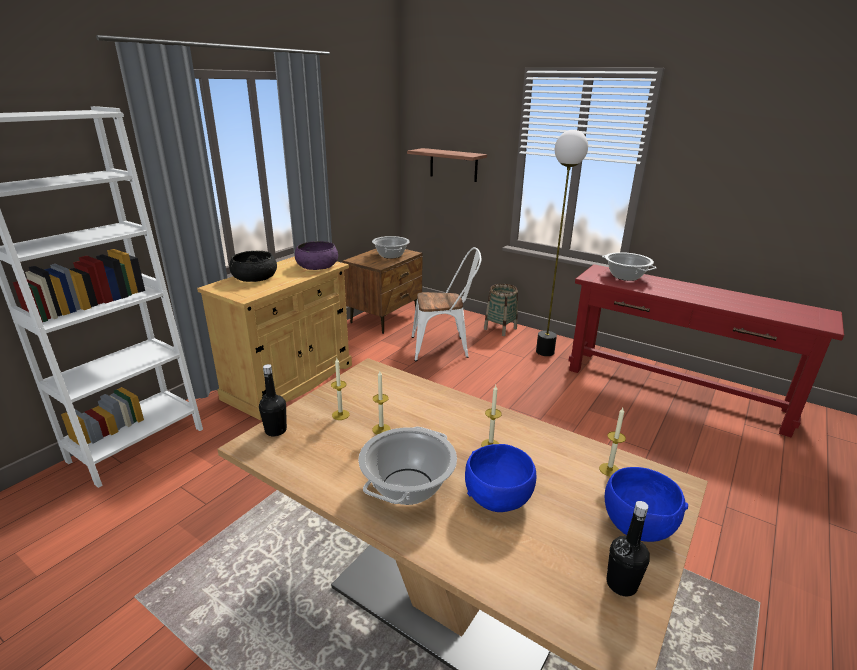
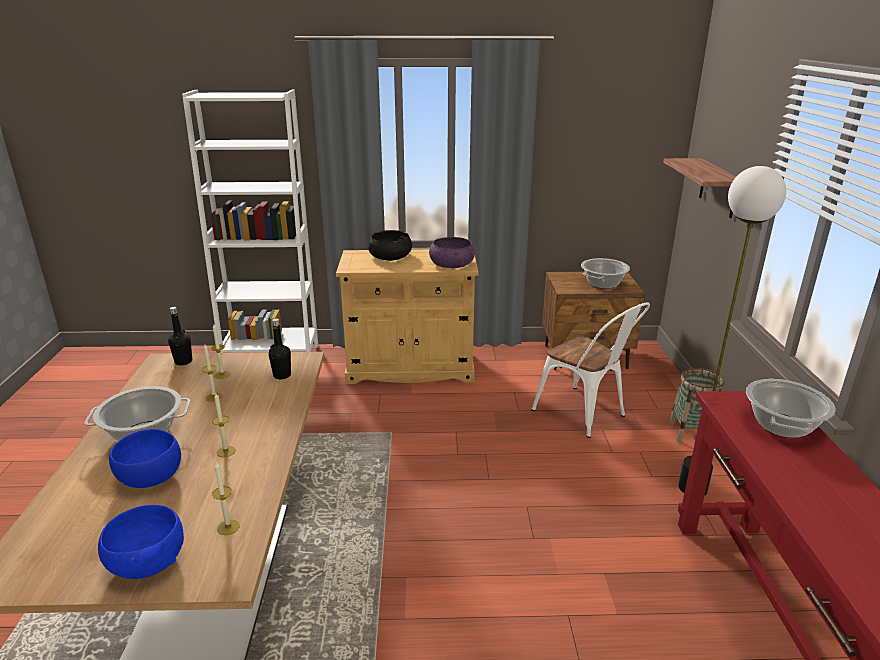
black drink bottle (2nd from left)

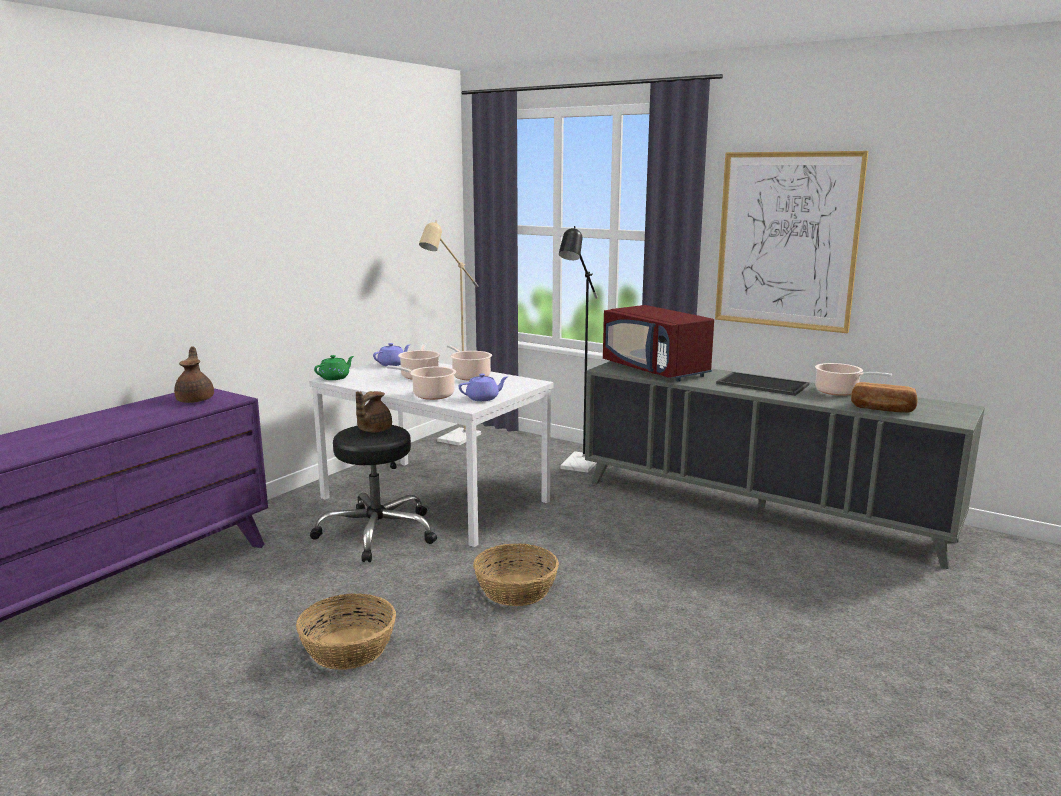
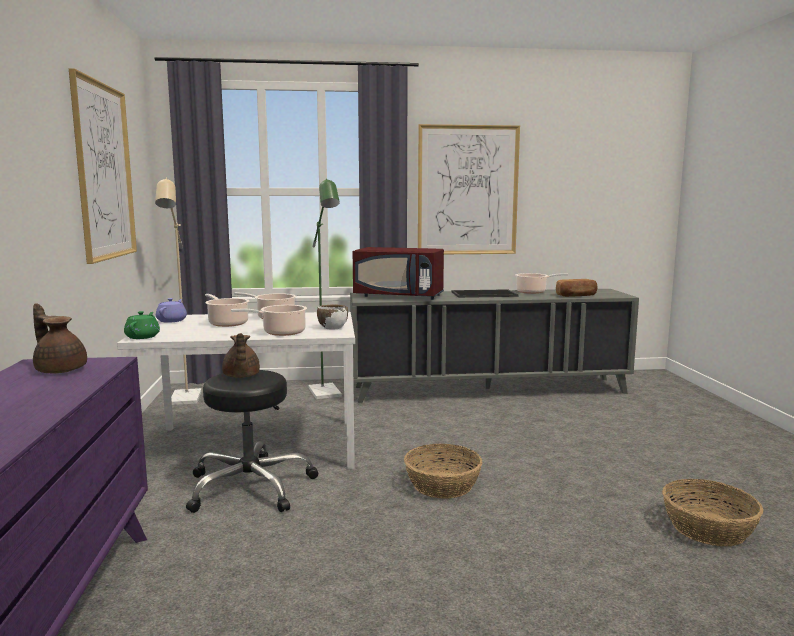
greenish floor lamp
white-coloured deep dish
basket (2nd from left)
picture (1st from left)

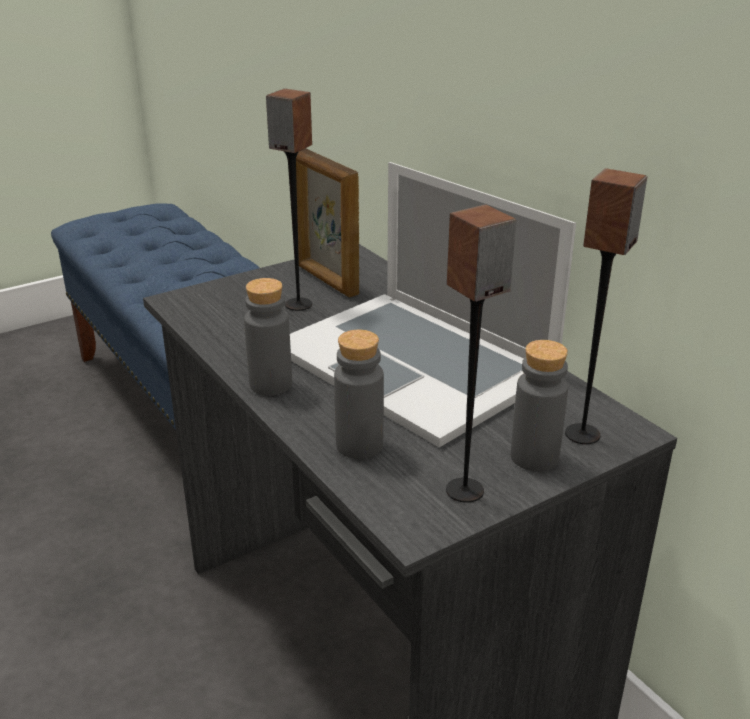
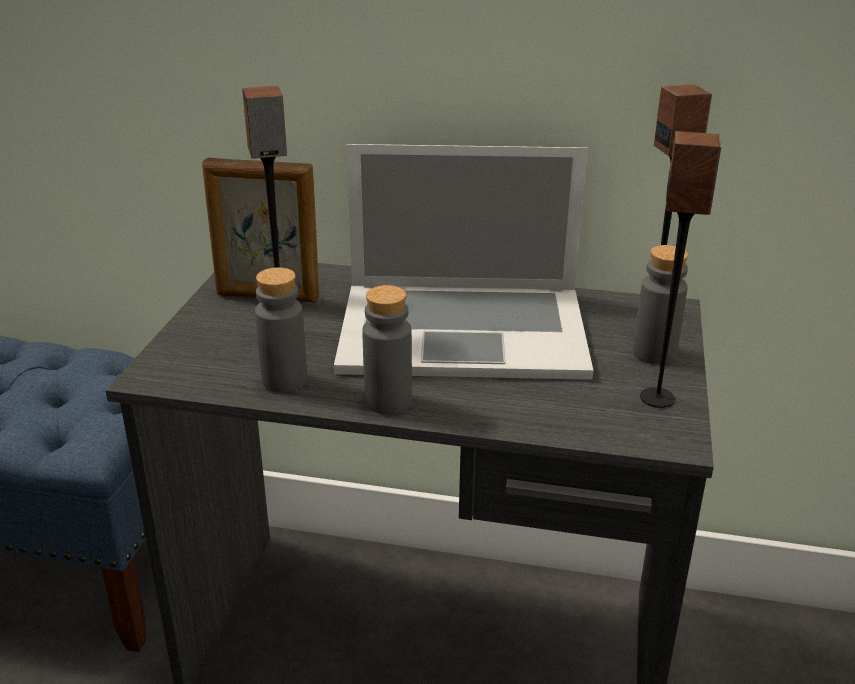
greyish drink bottle (1st from left)

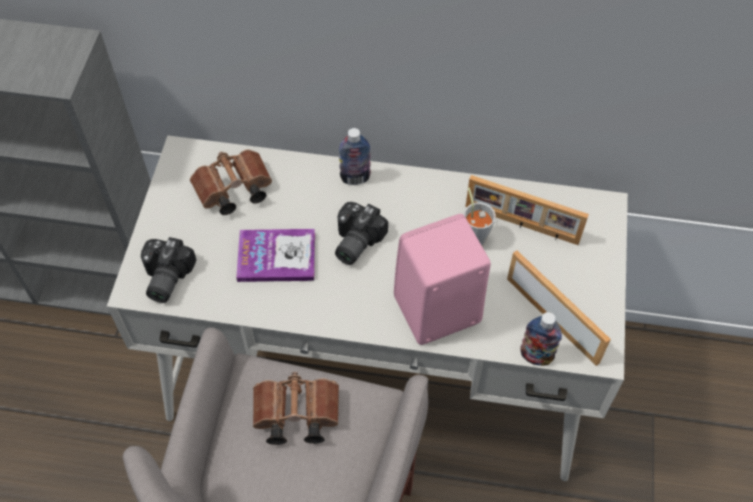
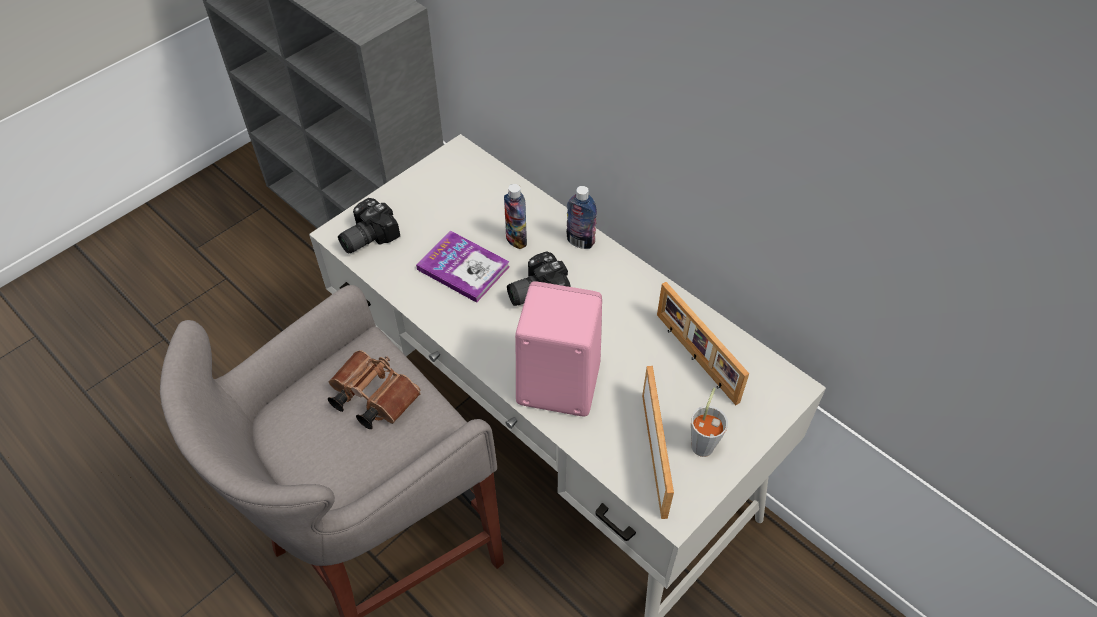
brown-coloured binoculars (1st from left in the first image)
greyish drinking cup
drink bottle (1st from left)

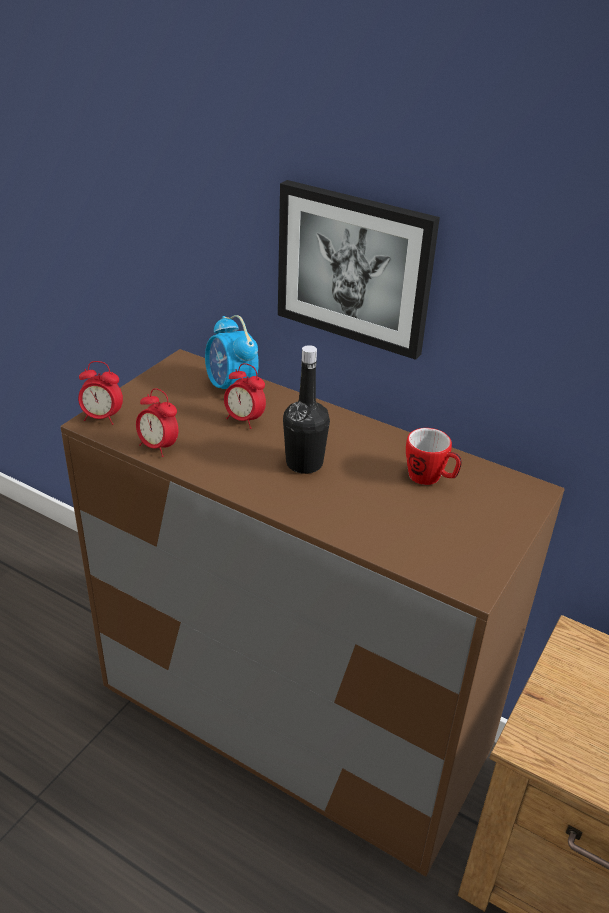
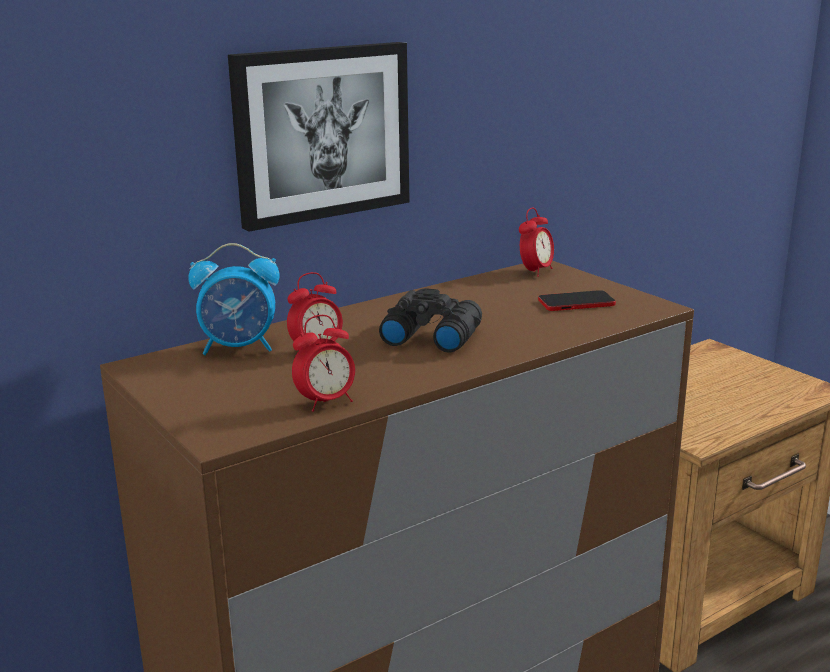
black binoculars
table clock (4th from left)
coffee mug
phone

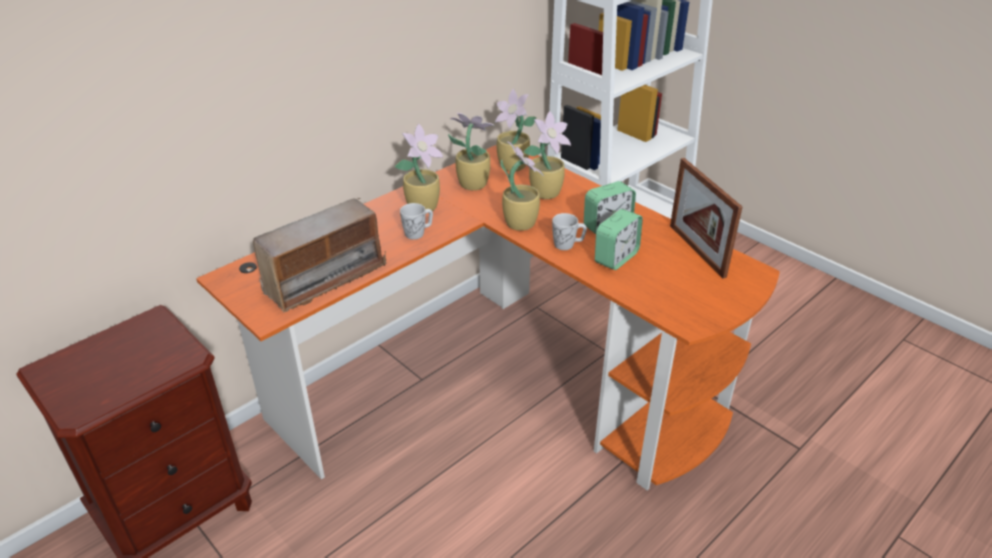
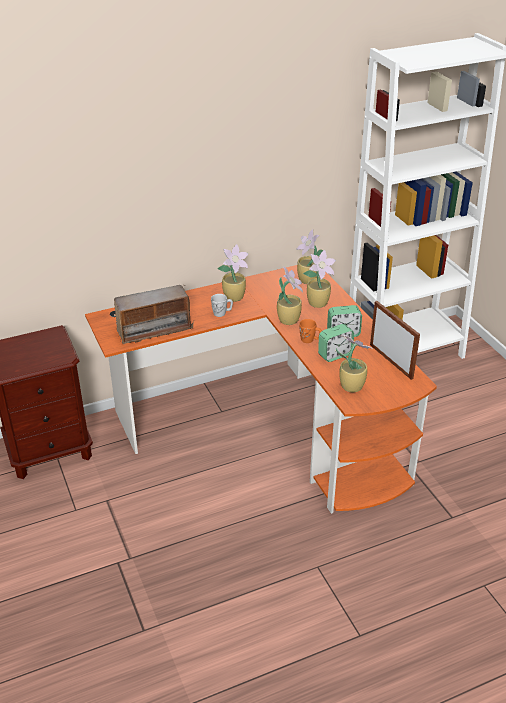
potted plant (5th from left)
picture frame
orange coffee mug

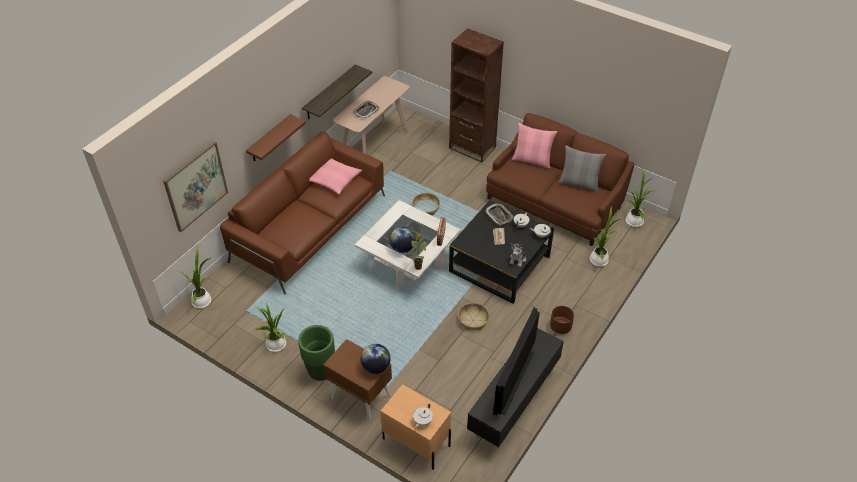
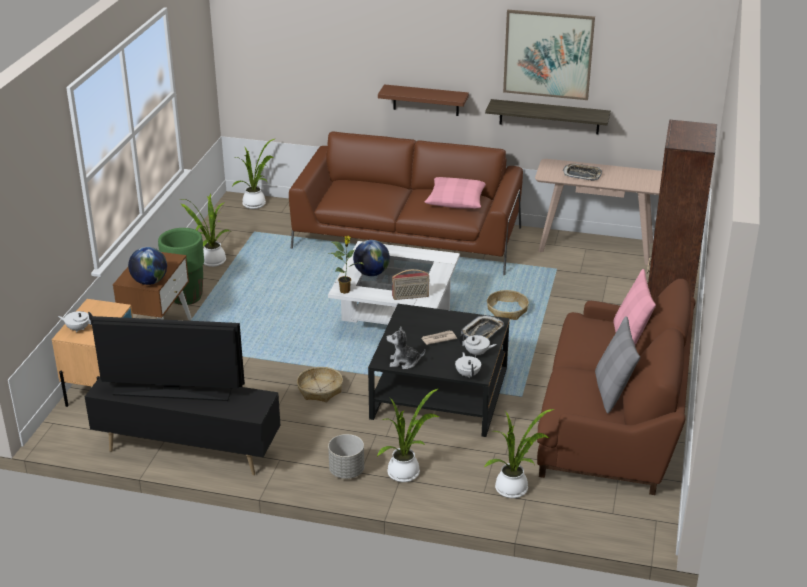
picture
potted plant (4th from left)
greyish flower pot

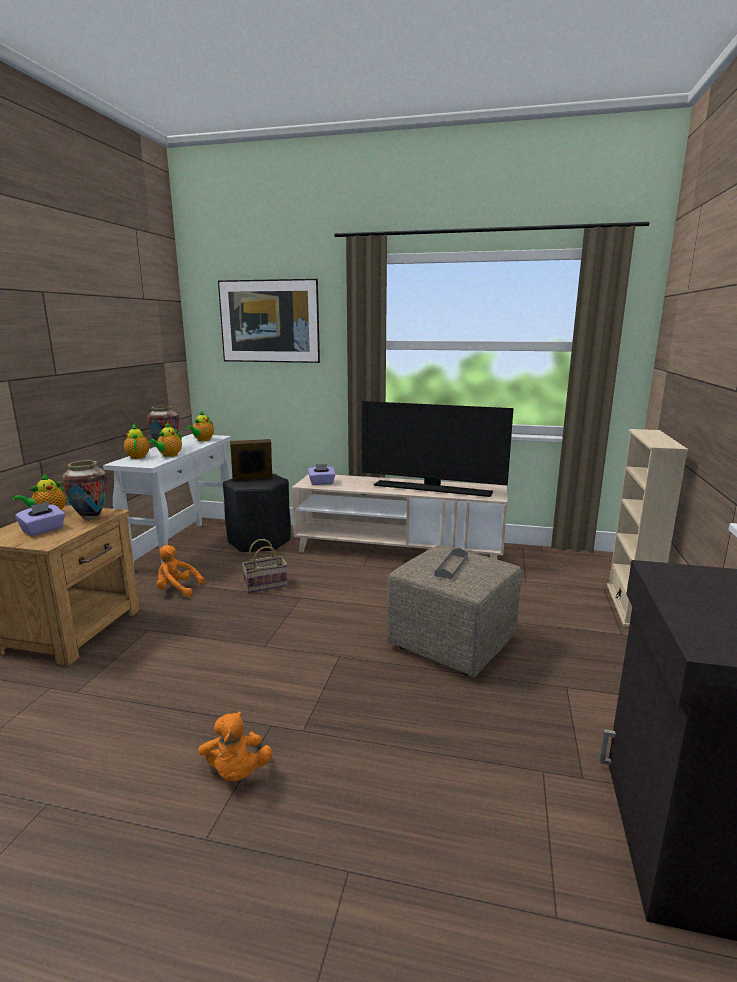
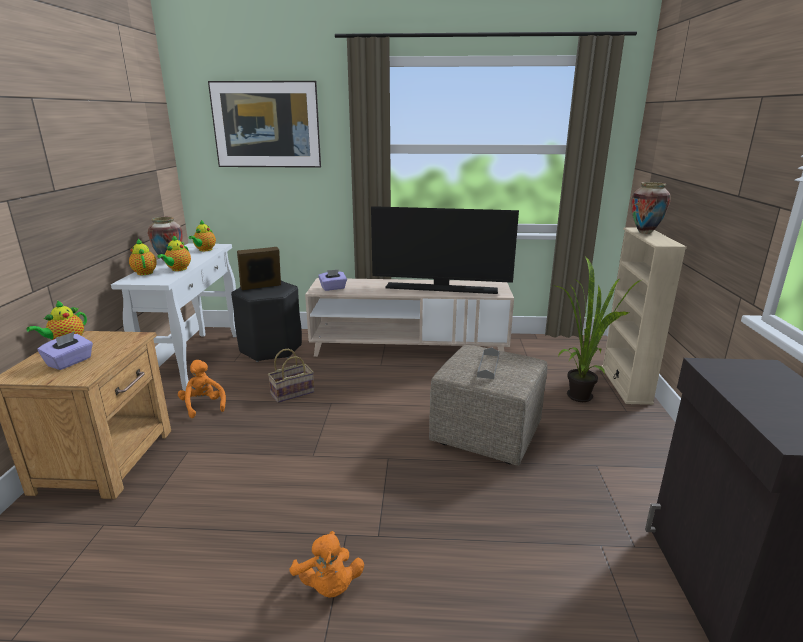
vase (2nd from left)
orange soft toy (1st from left)
potted plant

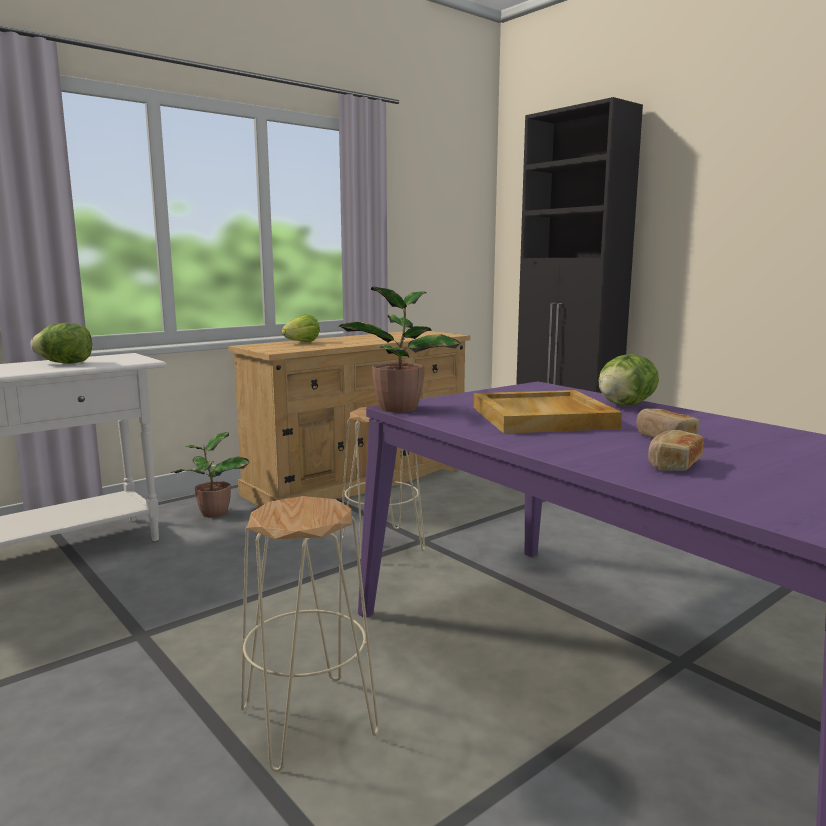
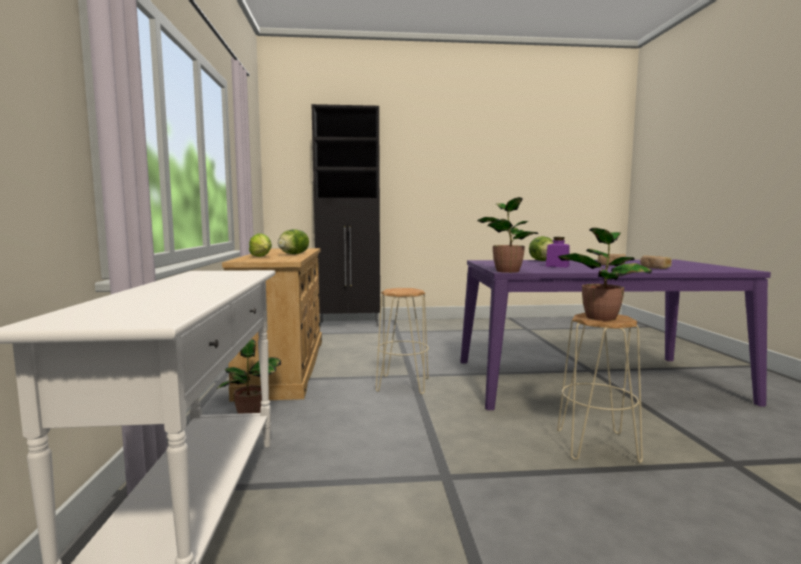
lettuce (2nd from left)
purple jar
potted plant (3rd from left)

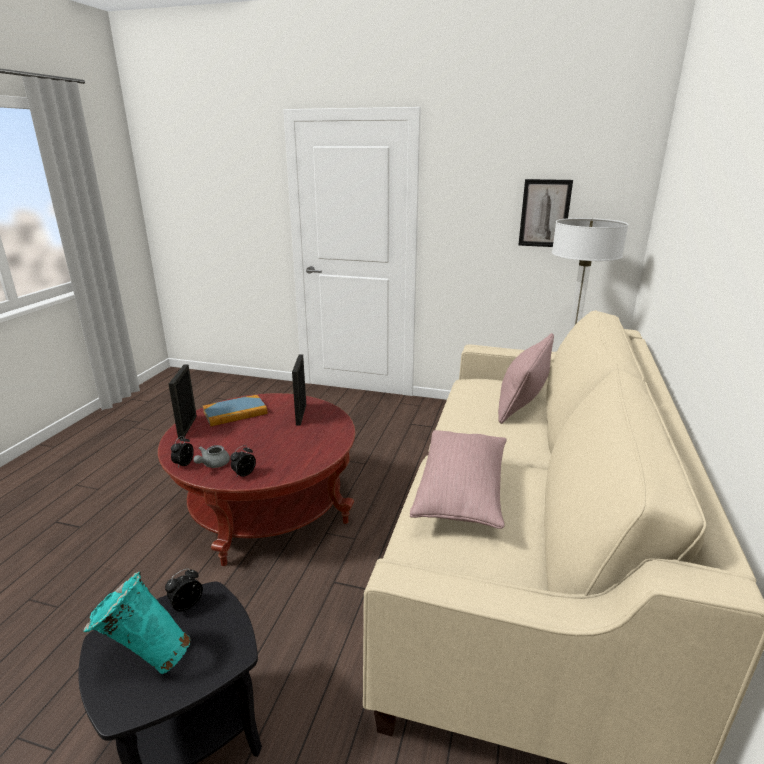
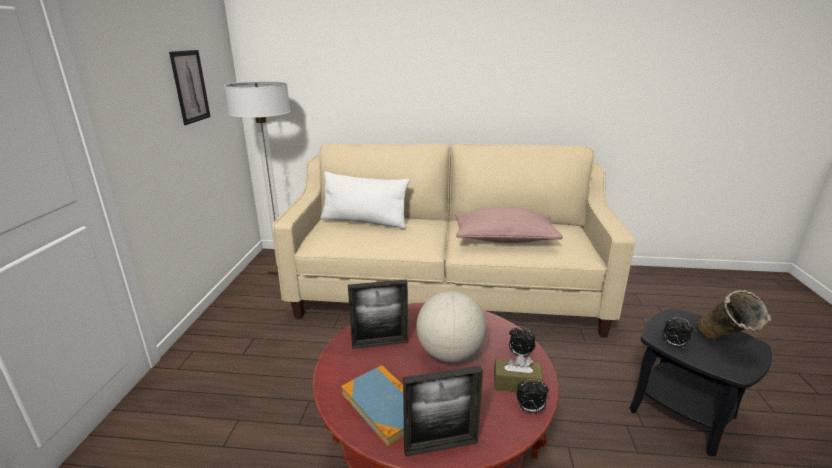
white-coloured cushion
brown-coloured tissue holder
beige vase
desk globe

